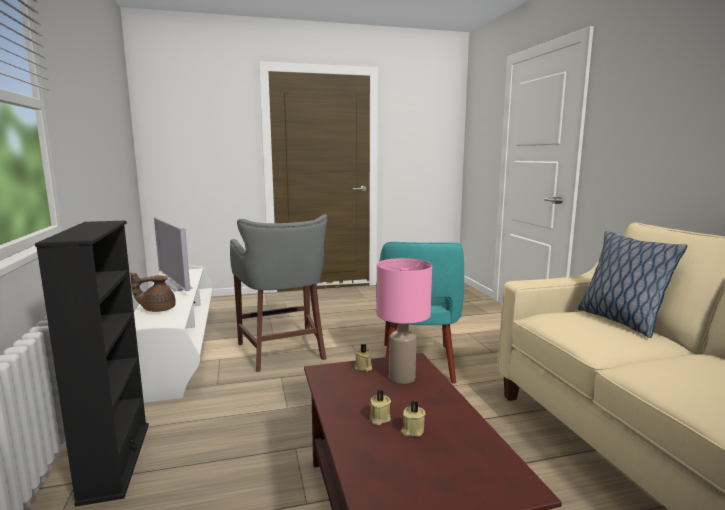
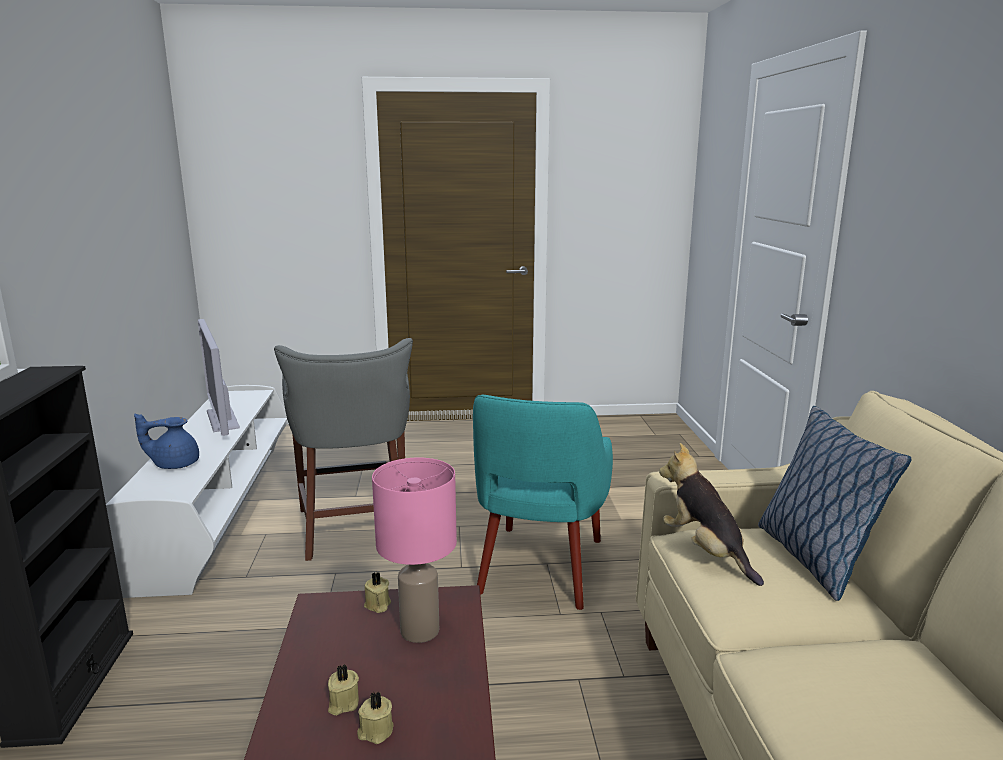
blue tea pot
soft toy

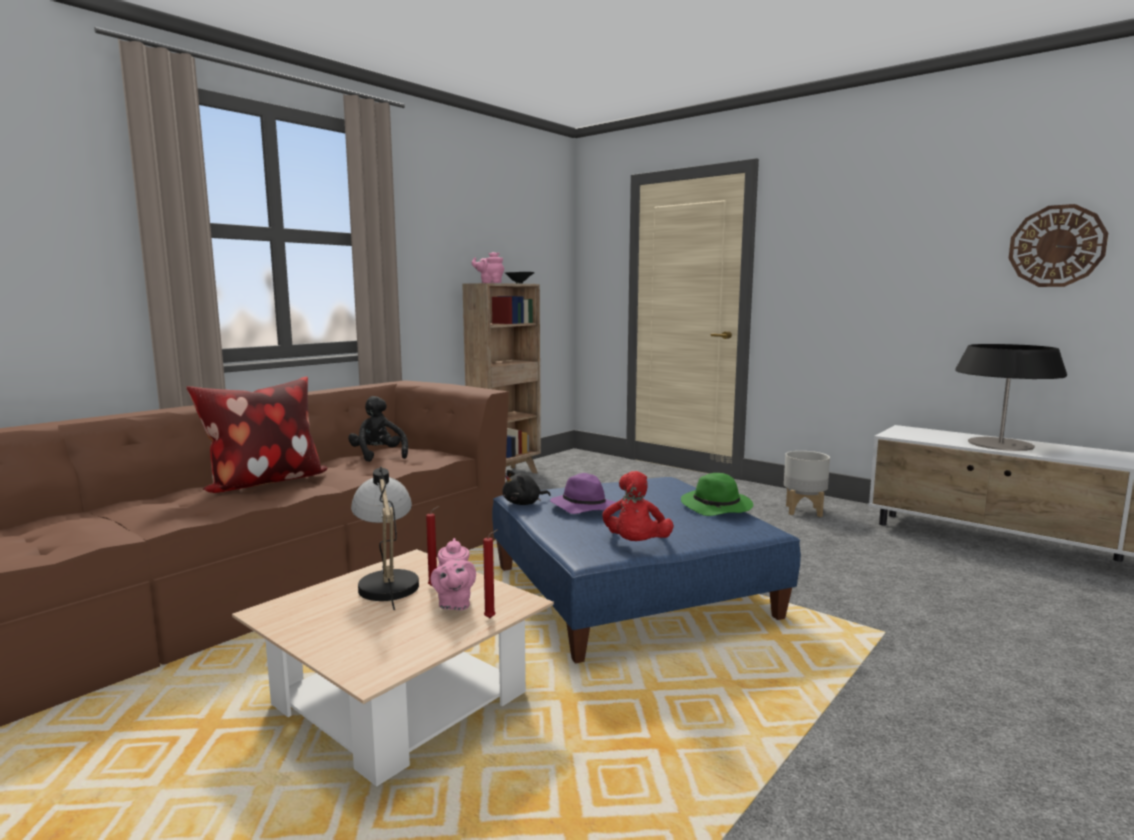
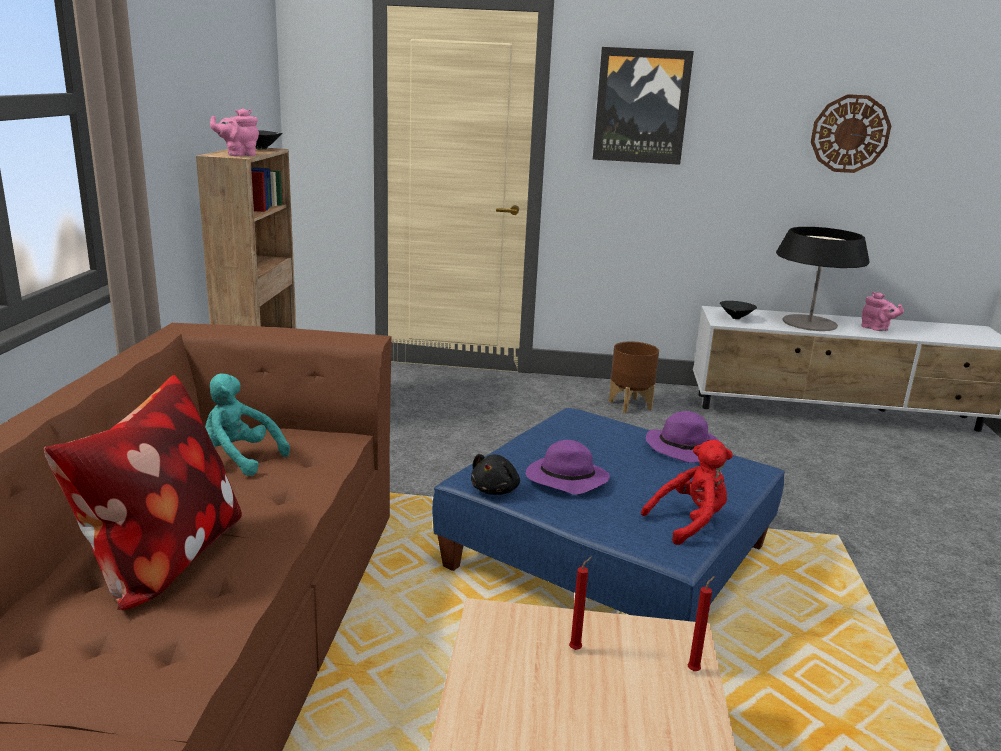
turquoise soft toy
brown-coloured flower pot
tabletop lamp (1st from left in the first image)
red-coloured soft toy
purple clothing hat (2nd from left)
pink tea pot (2nd from left)
picture
black deep dish (2nd from left)

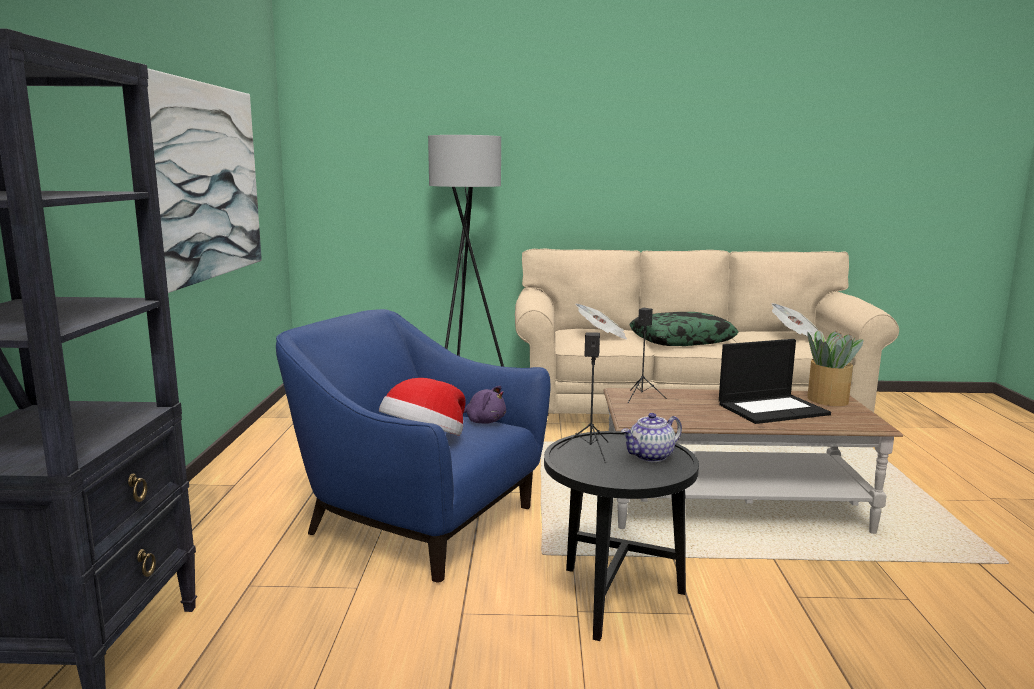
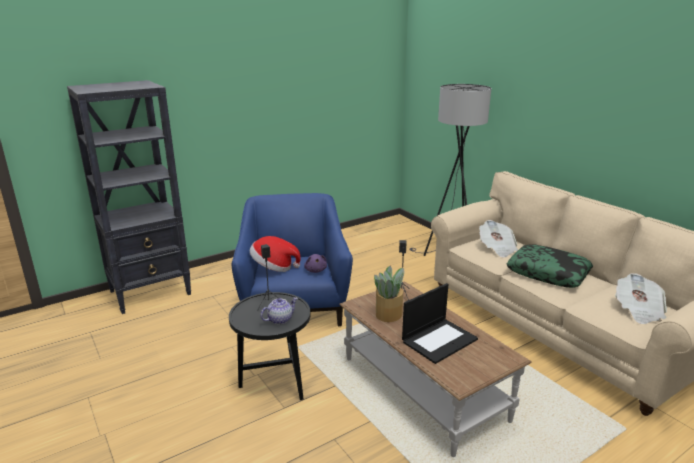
picture
potted plant
notebook computer
tea pot

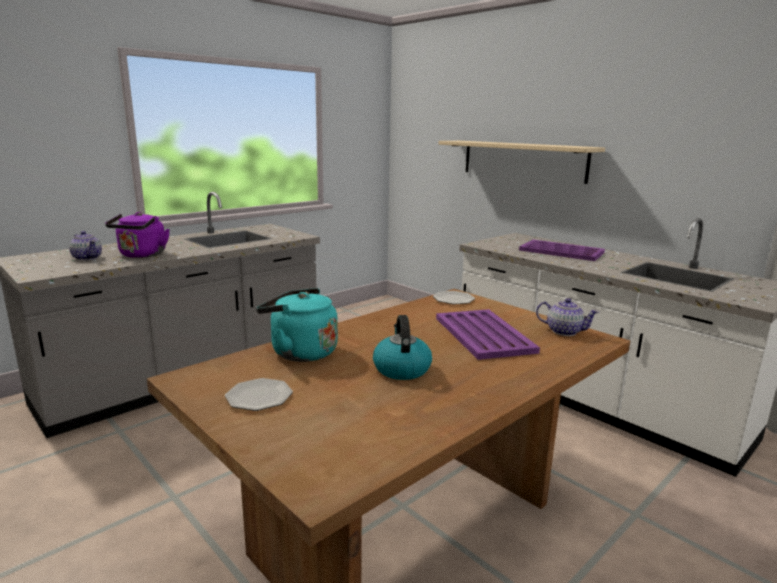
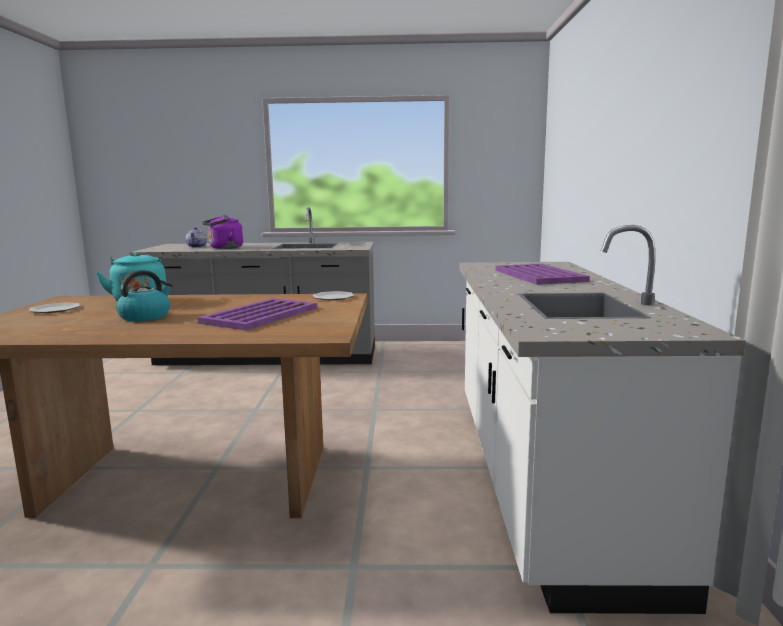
beige wall shelf
tea pot (2nd from left in the first image)

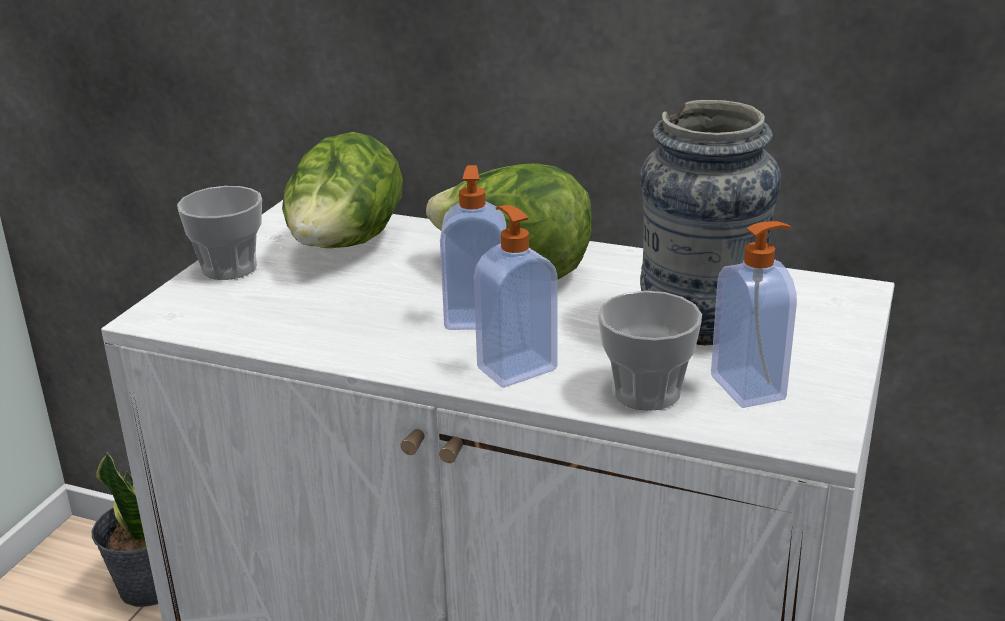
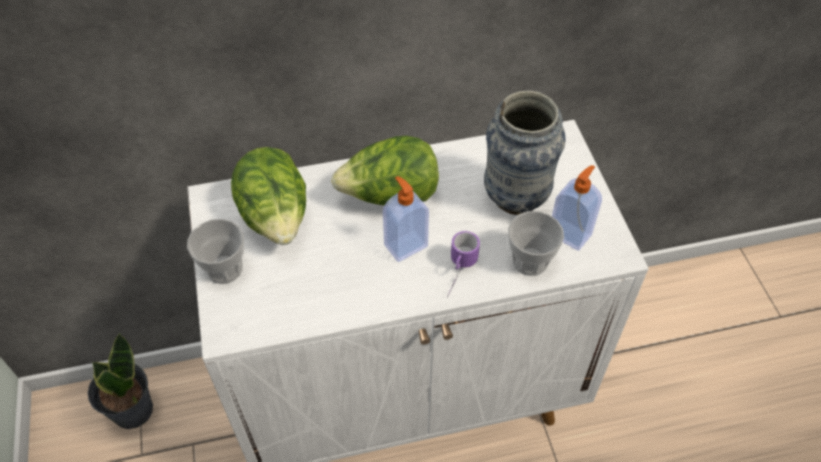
coffee mug

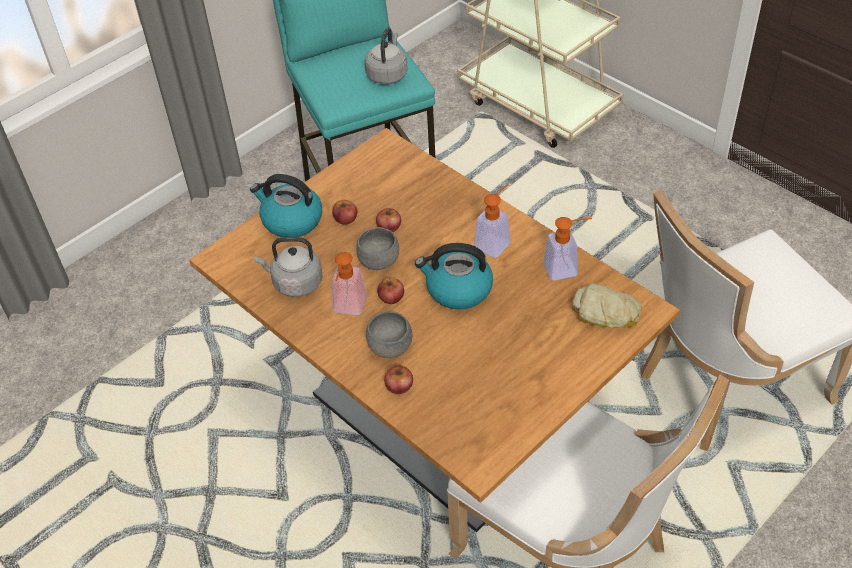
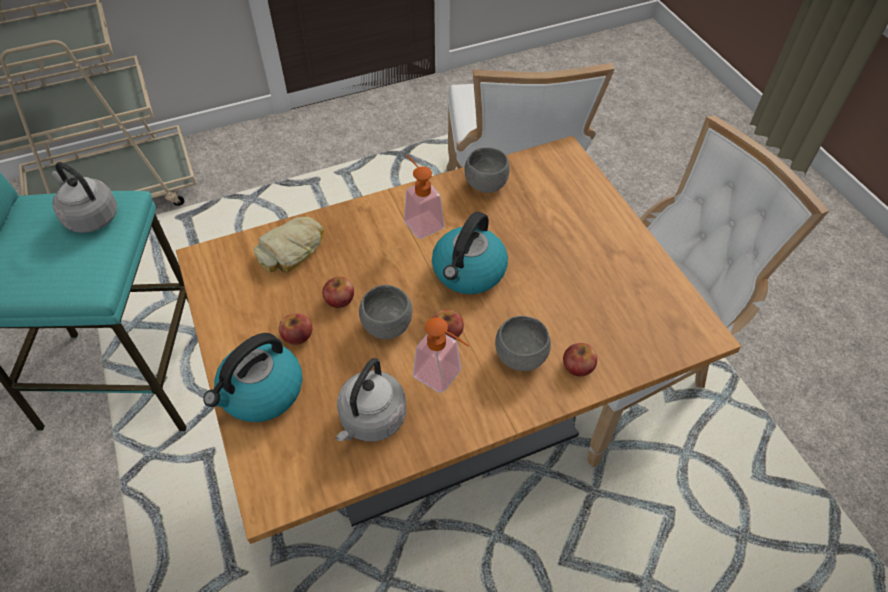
greyish deep dish (2nd from left)
baked bread

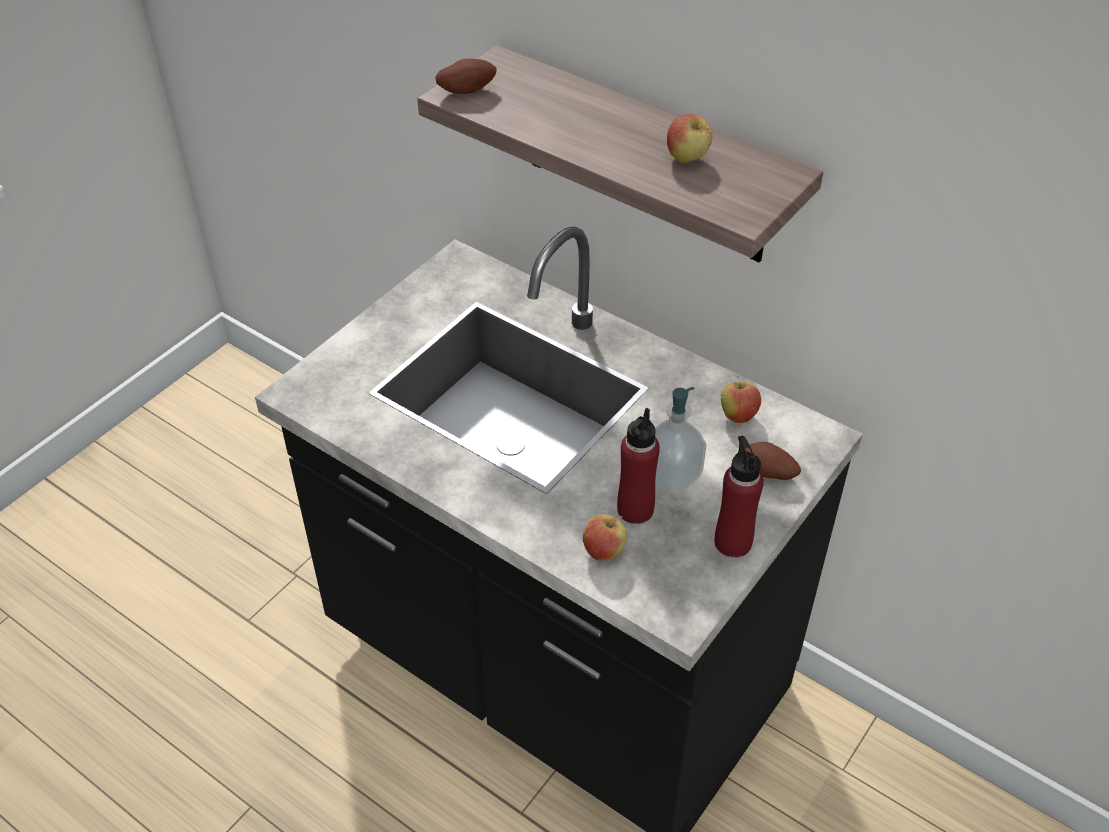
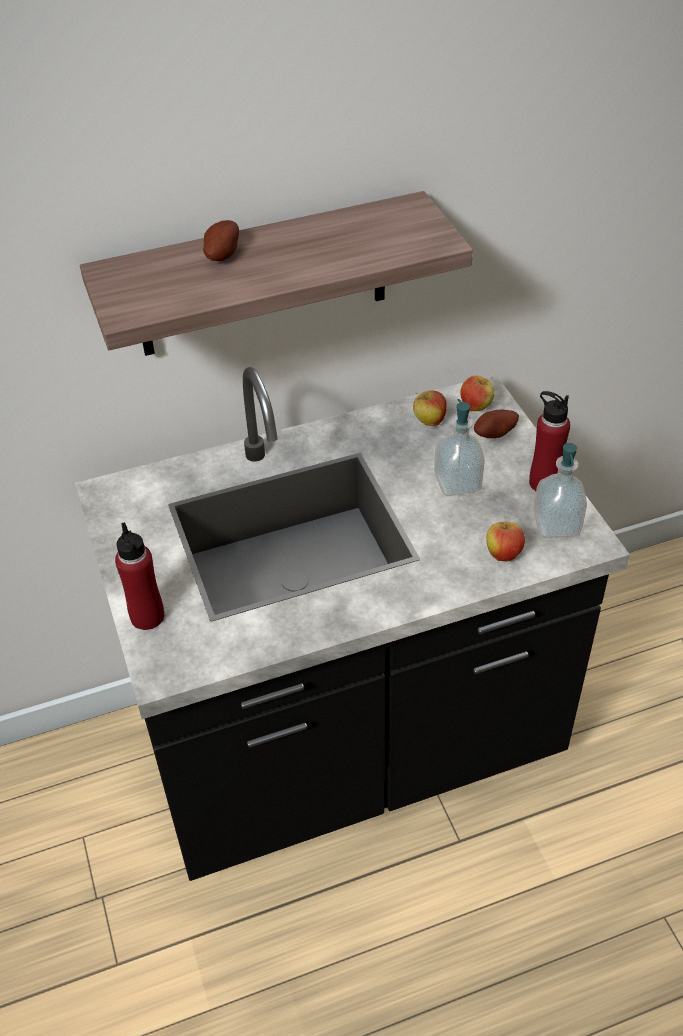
spud (1st from left)
apple (2nd from left)
red-coloured drink bottle (1st from left)
liquid soap bottle (2nd from left)

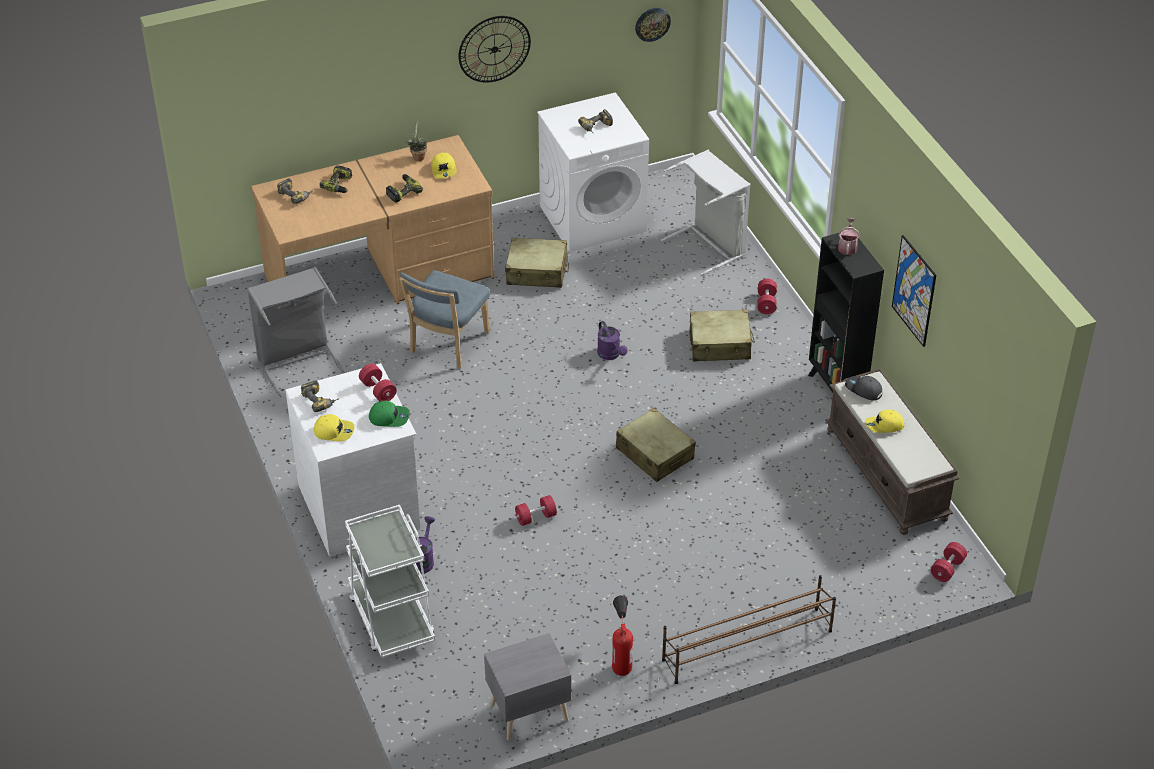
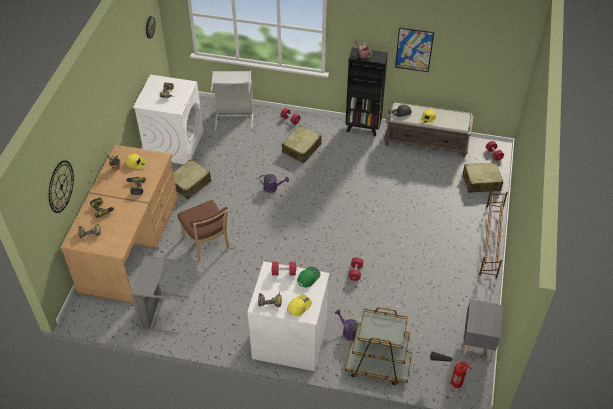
clock on the wall (1st from left)
brown-coloured upright chair
beige suitcase (3rd from left)
brown-coloured cart
fire-fighting cylinder

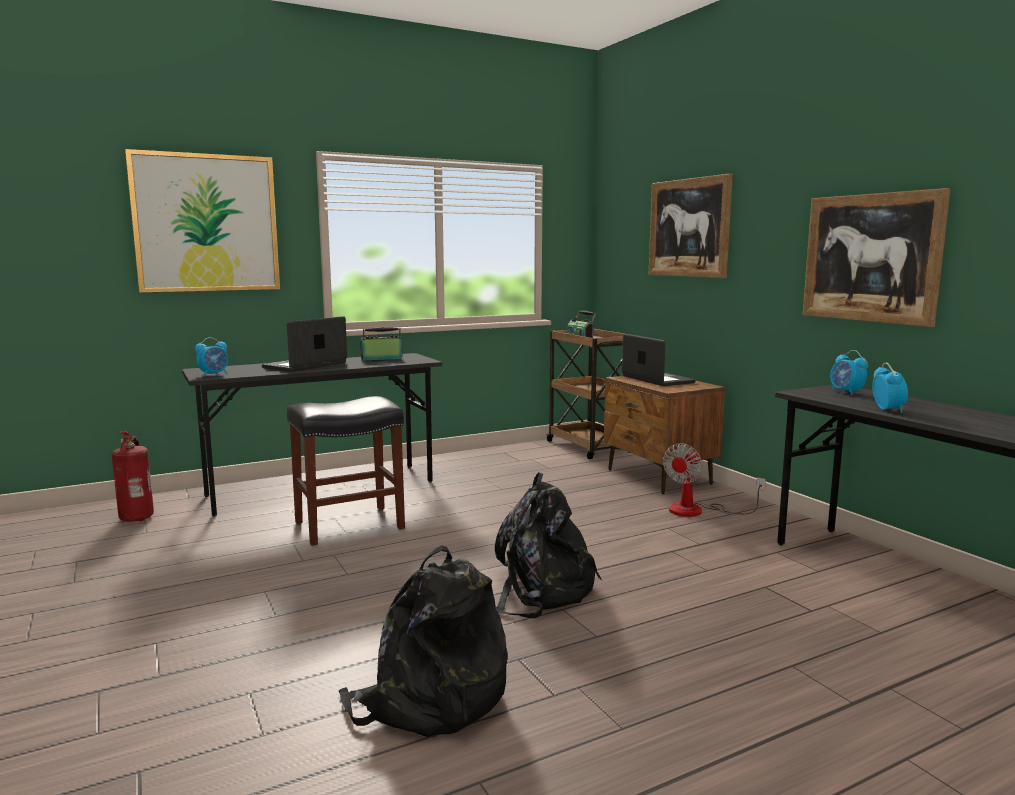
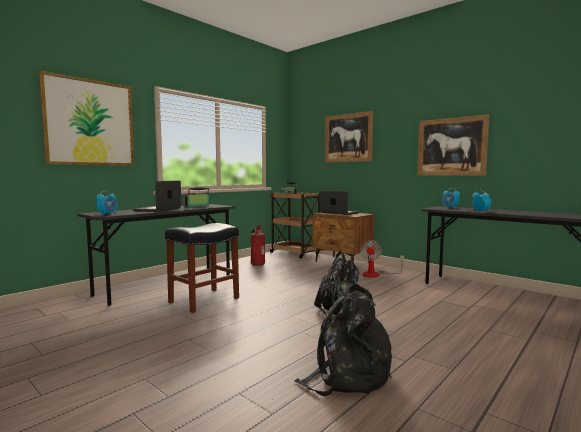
fire-fighting cylinder

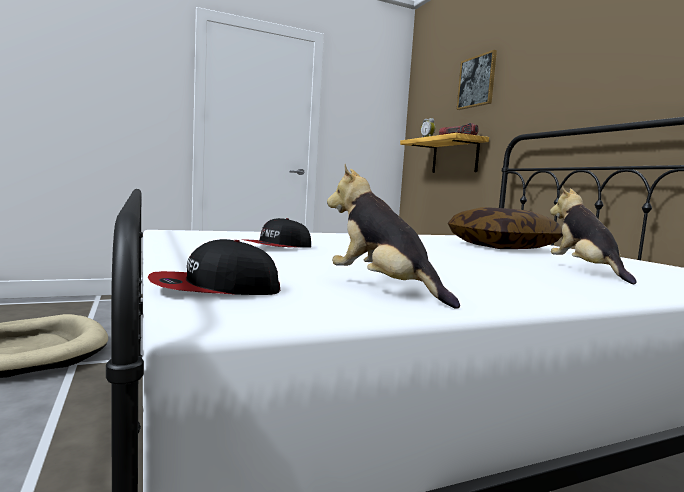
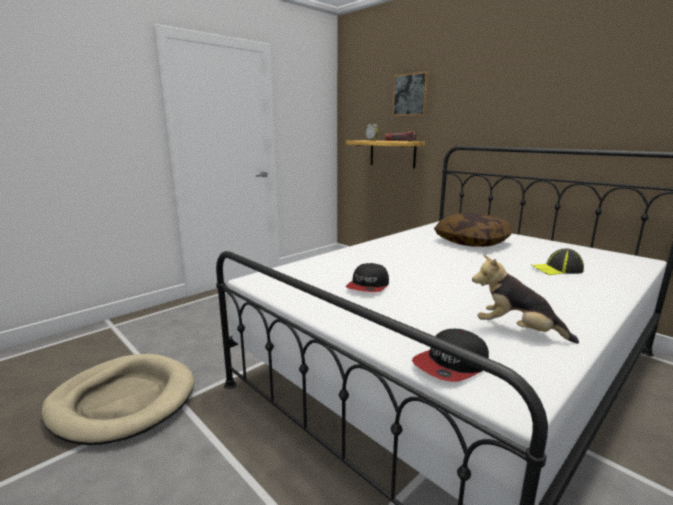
cap (3rd from left)

